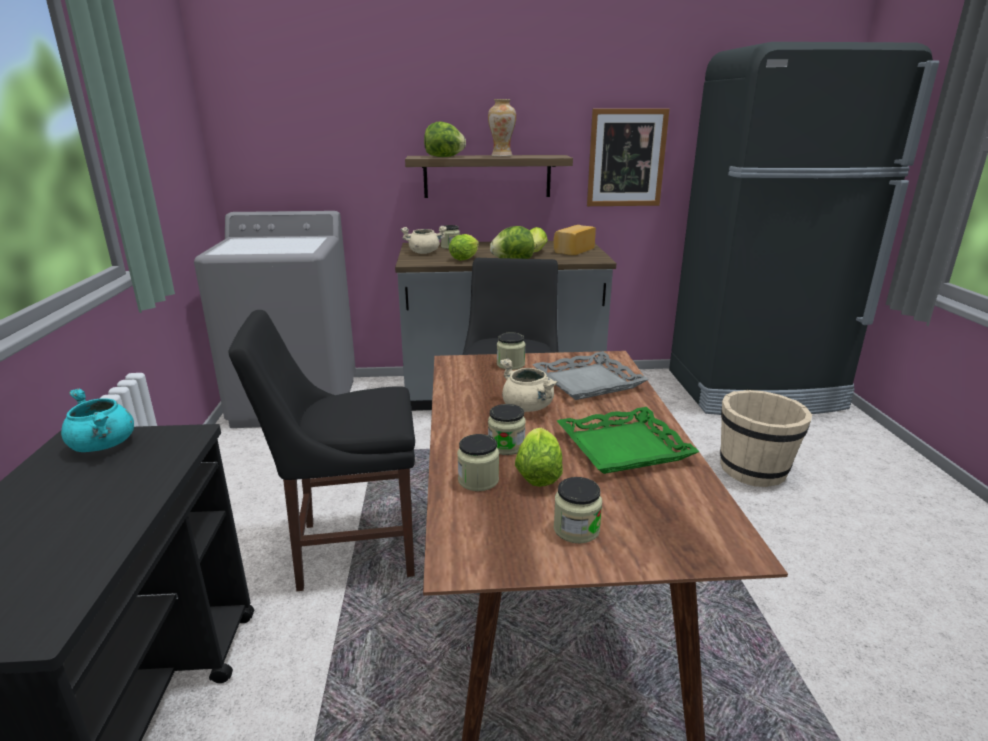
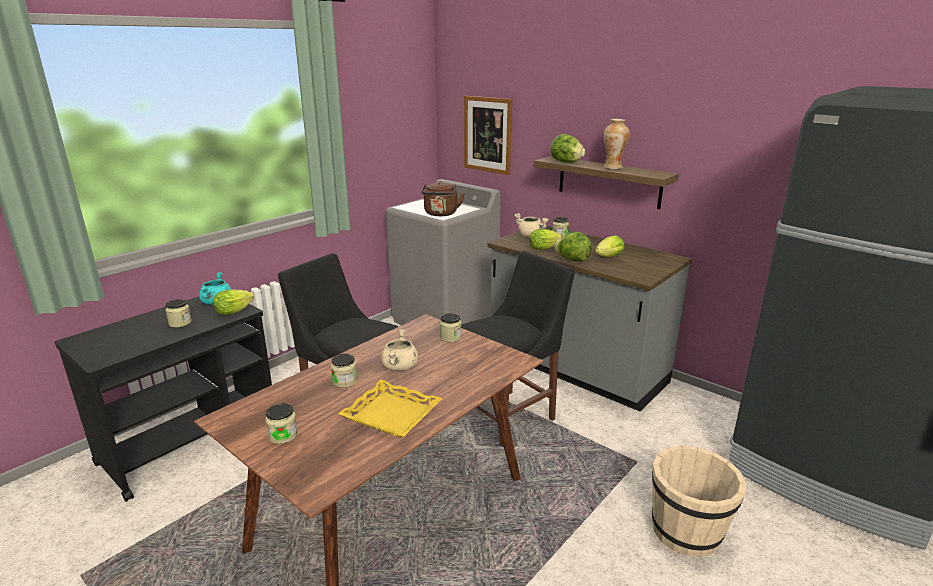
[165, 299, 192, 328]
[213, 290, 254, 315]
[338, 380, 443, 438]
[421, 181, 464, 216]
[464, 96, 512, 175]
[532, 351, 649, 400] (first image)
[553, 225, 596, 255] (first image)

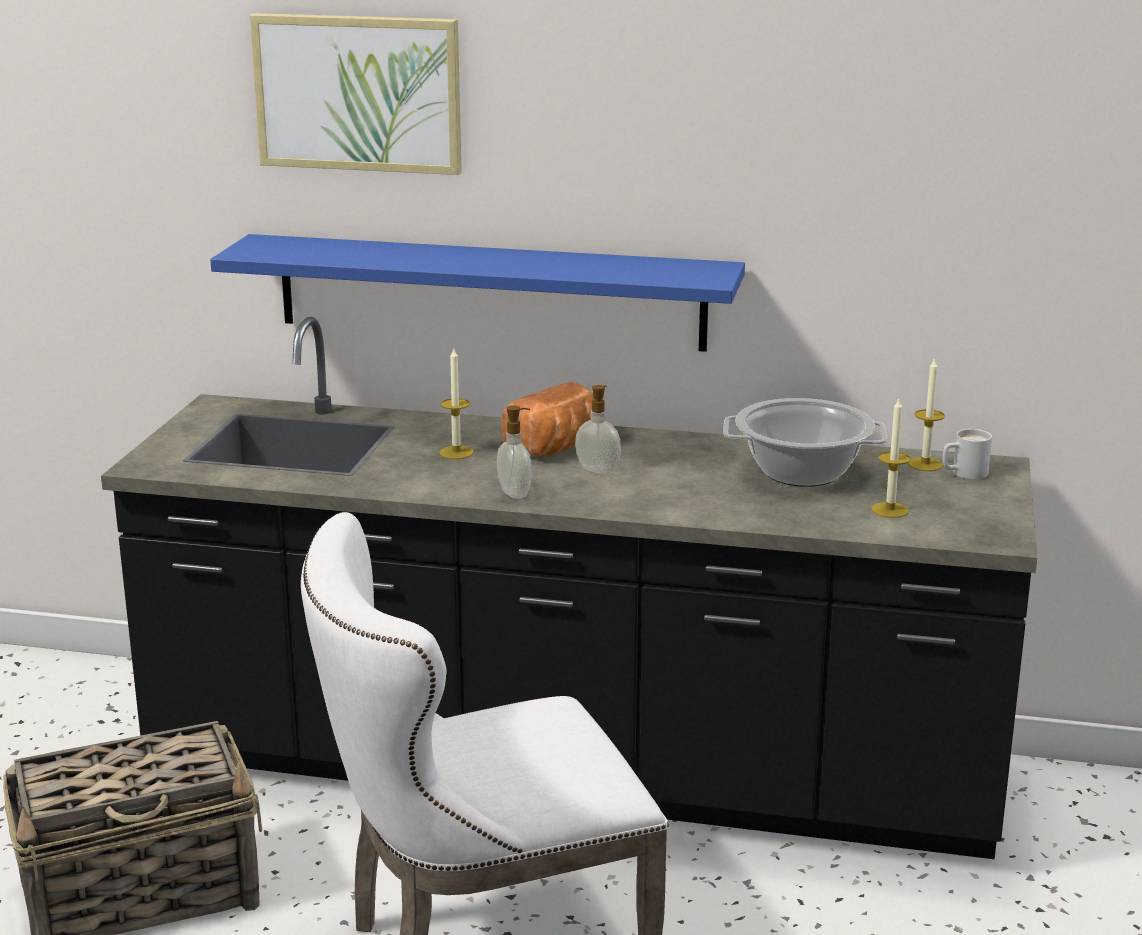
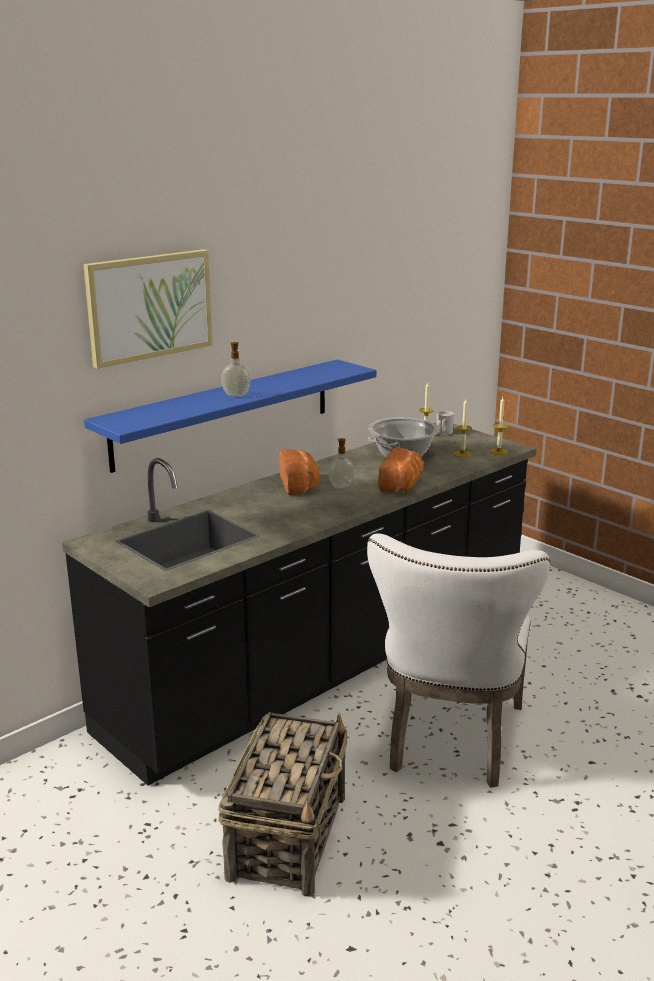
[221, 342, 251, 397]
[378, 447, 424, 493]
[490, 397, 508, 455]

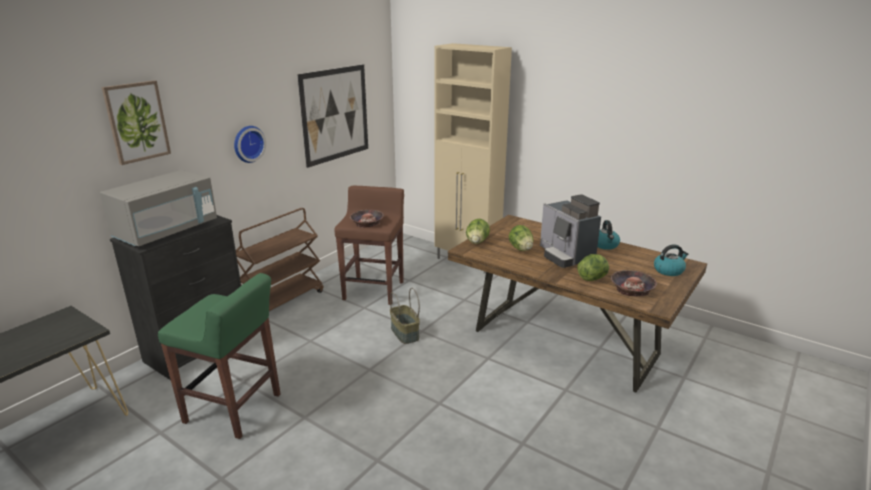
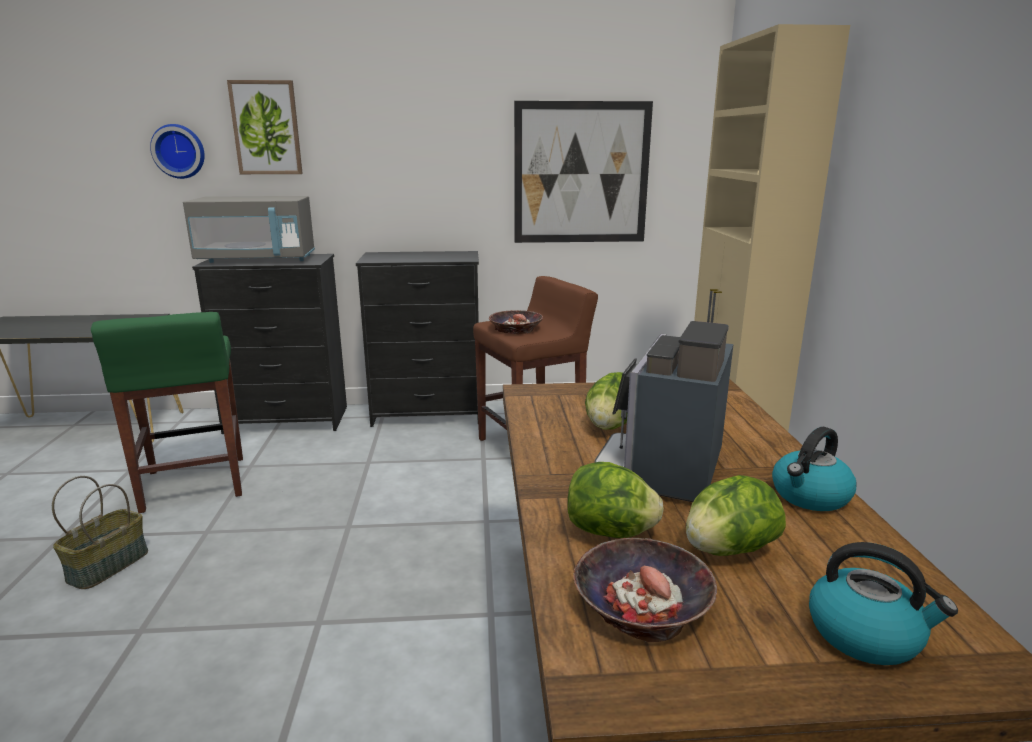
[52, 476, 148, 589]
[150, 124, 205, 179]
[356, 251, 479, 427]
[686, 475, 786, 556]

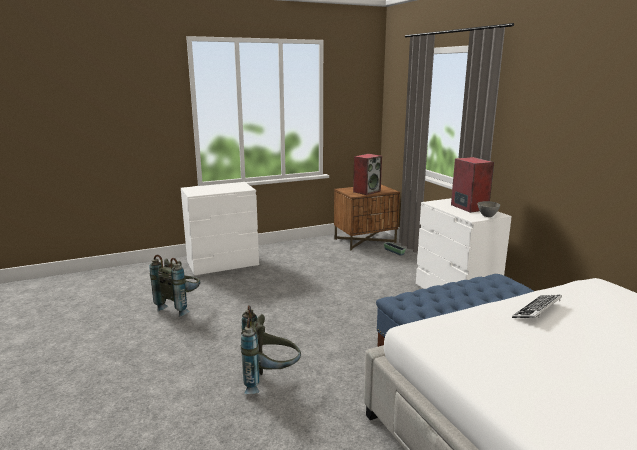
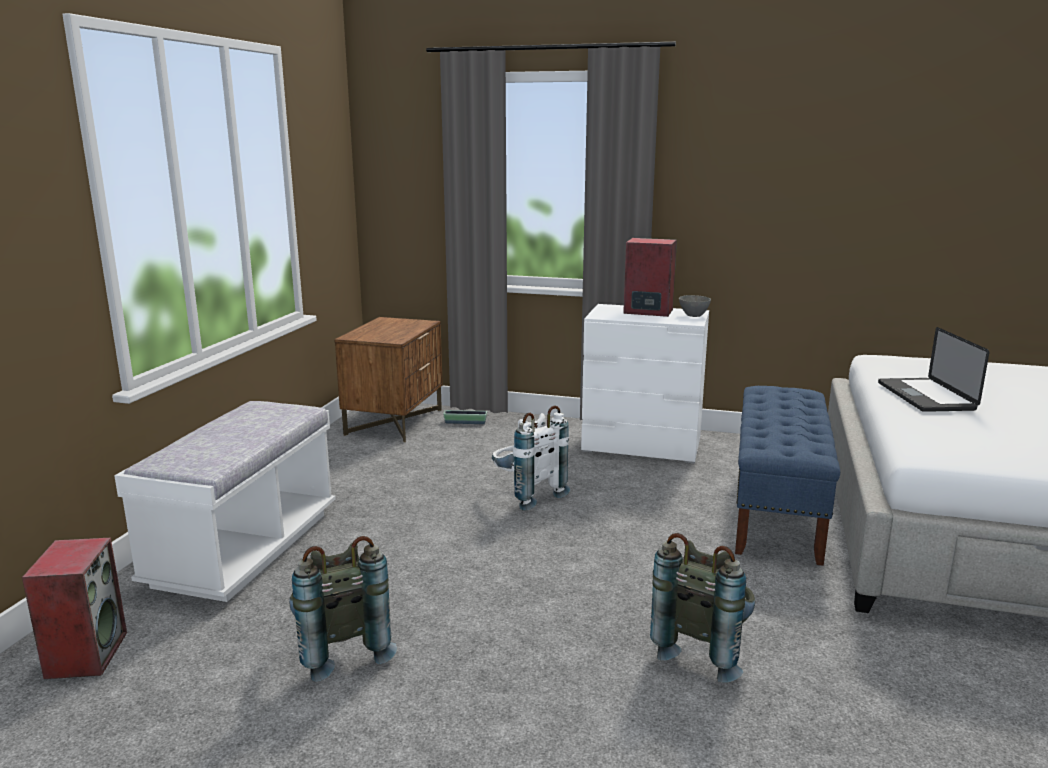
[22, 538, 127, 679]
[114, 401, 336, 602]
[492, 405, 570, 511]
[878, 327, 989, 412]

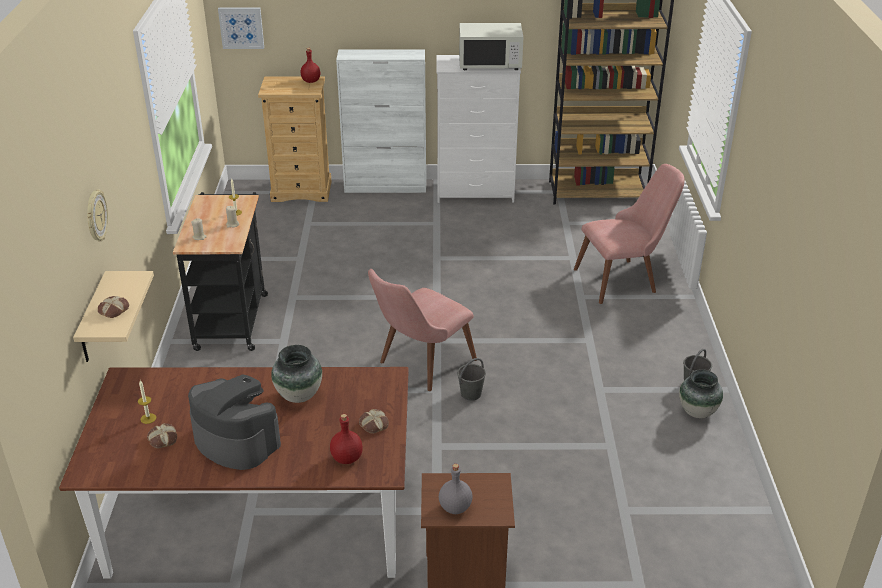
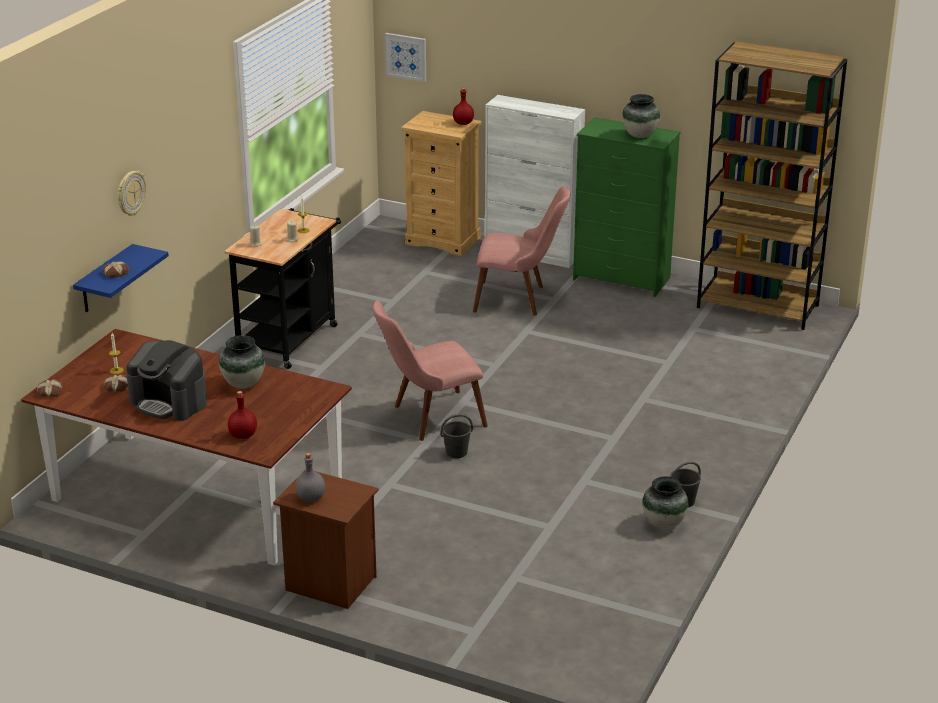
[37, 379, 63, 398]
[73, 244, 169, 312]
[126, 340, 207, 421]
[473, 186, 570, 316]
[573, 117, 681, 297]
[622, 94, 660, 138]

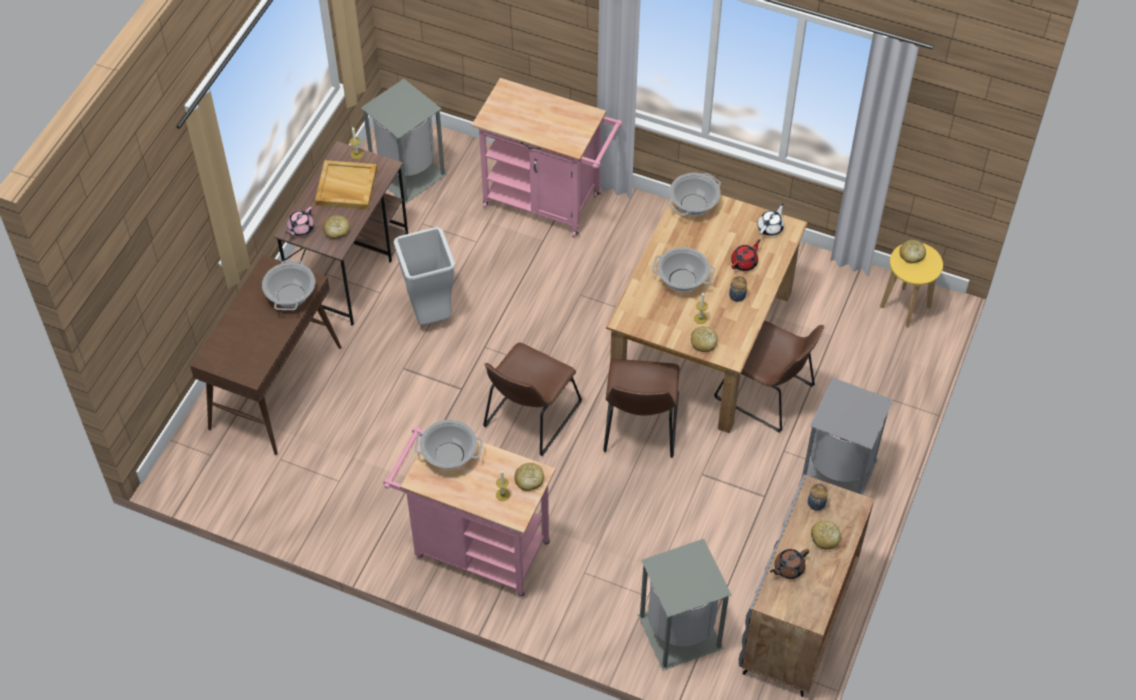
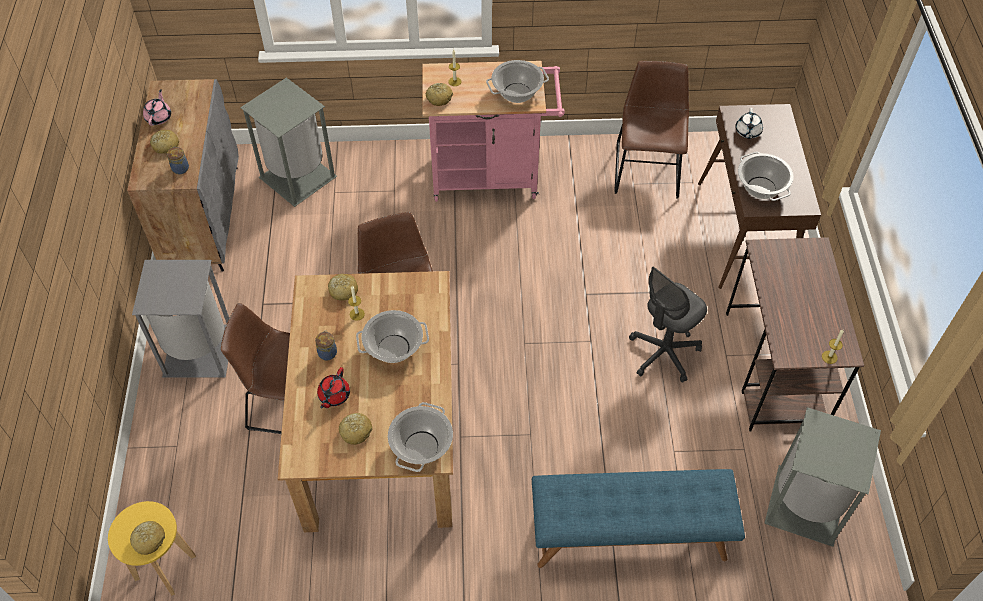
[143, 89, 171, 126]
[339, 413, 372, 445]
[532, 469, 745, 568]
[614, 61, 689, 199]
[629, 267, 707, 383]
[735, 108, 763, 139]
[315, 160, 377, 210] (first image)
[770, 549, 809, 579] (first image)

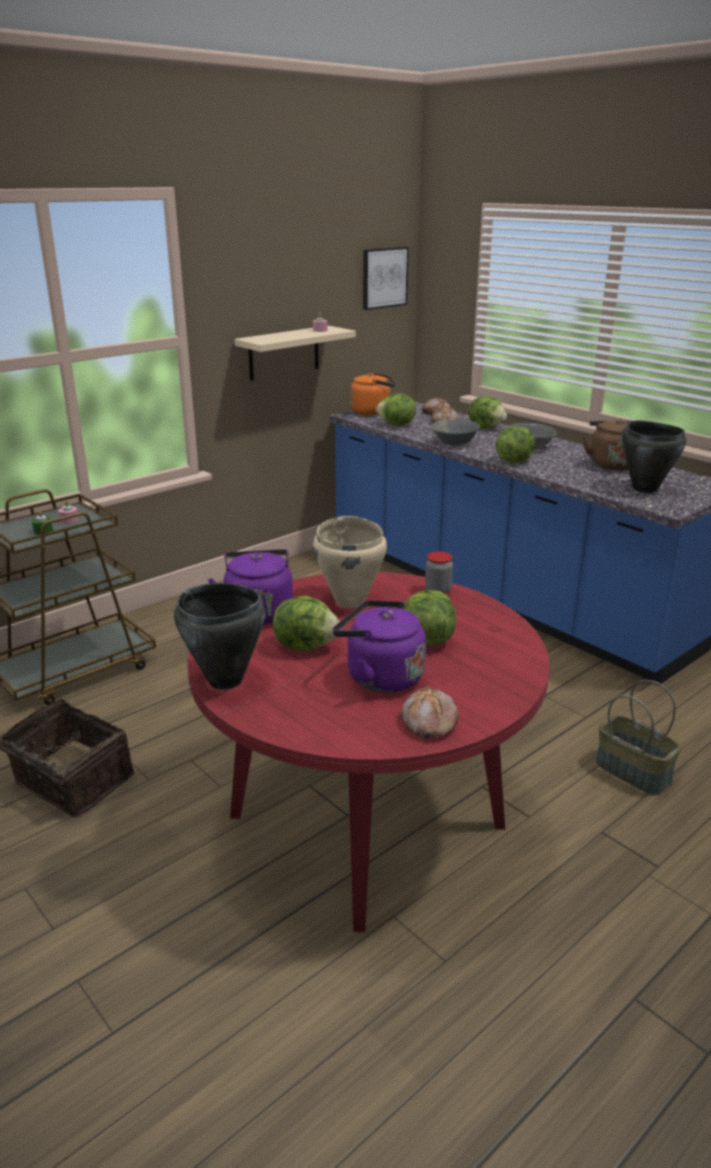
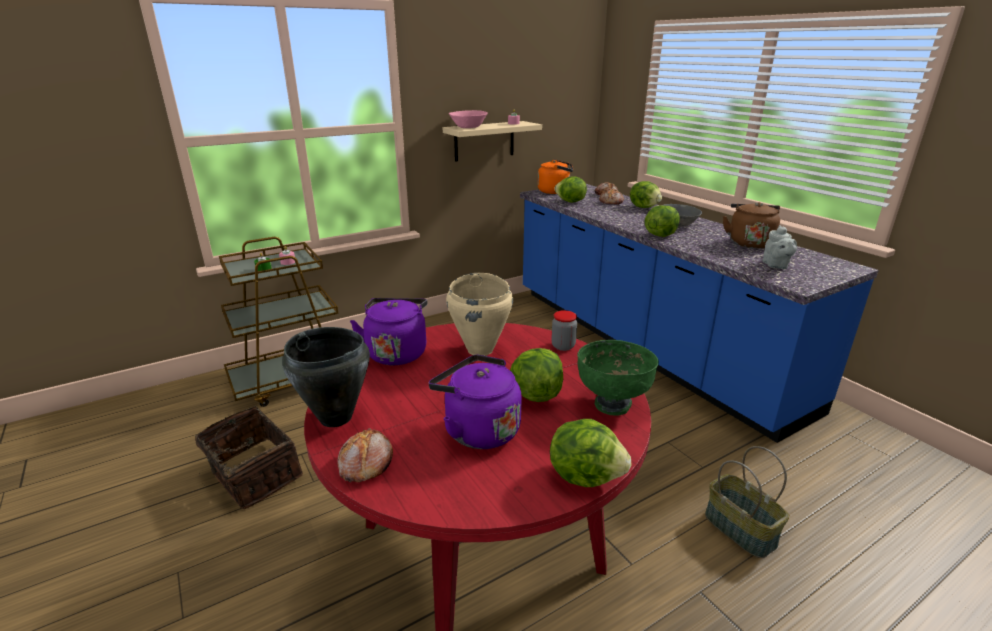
[338, 428, 393, 483]
[449, 110, 488, 128]
[550, 419, 631, 487]
[577, 340, 659, 415]
[762, 225, 797, 269]
[363, 247, 409, 310] (first image)
[431, 420, 480, 445] (first image)

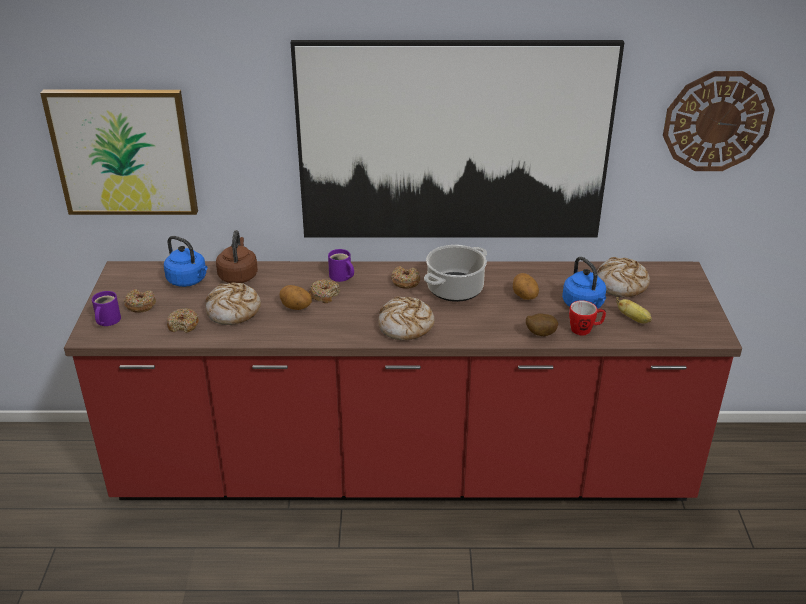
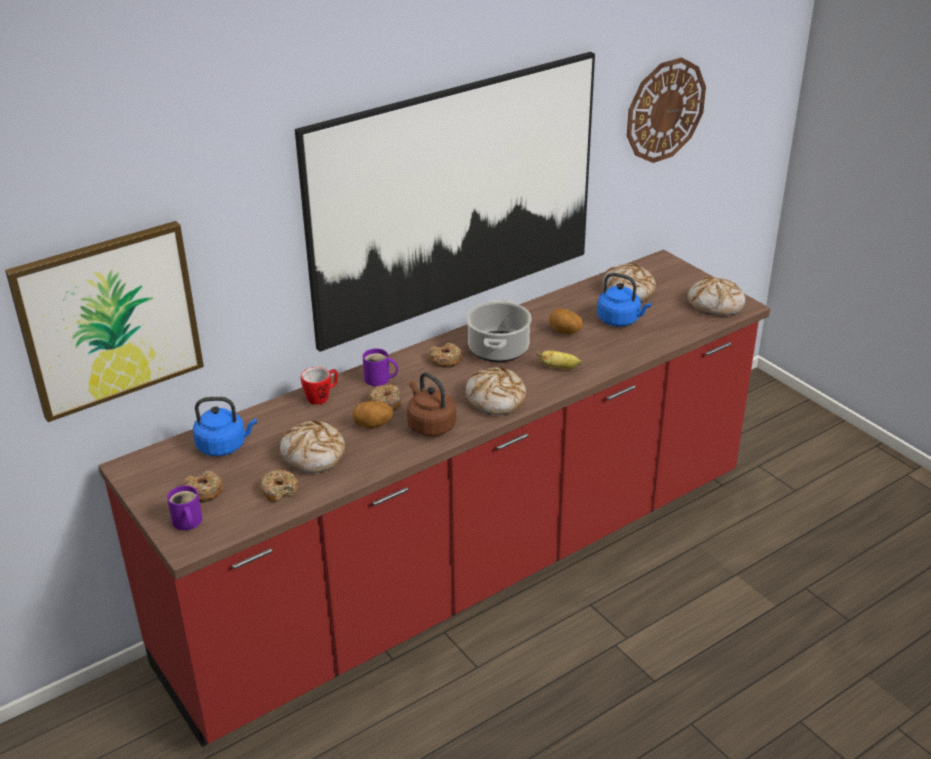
[301, 367, 338, 405]
[407, 372, 456, 436]
[537, 350, 582, 369]
[688, 277, 745, 316]
[526, 313, 558, 336] (first image)

